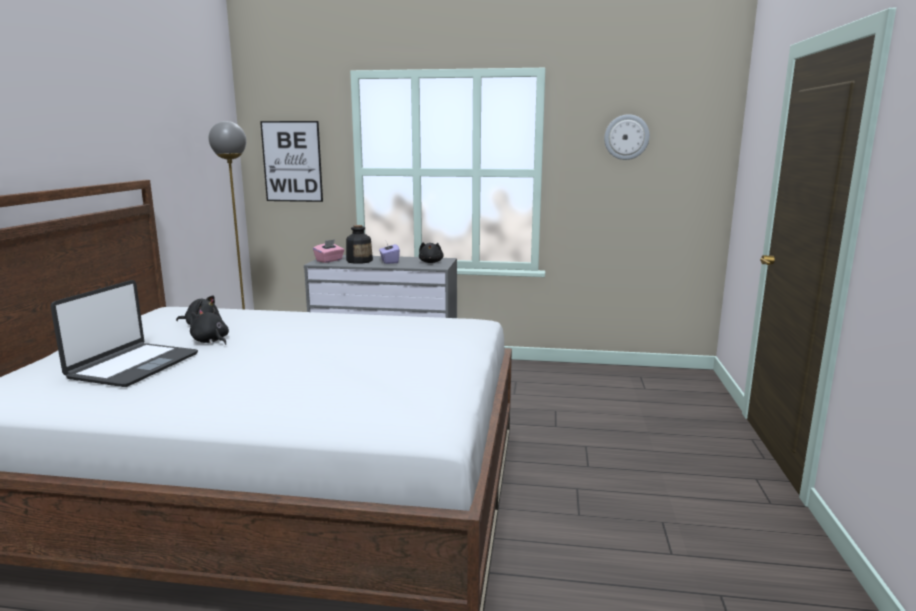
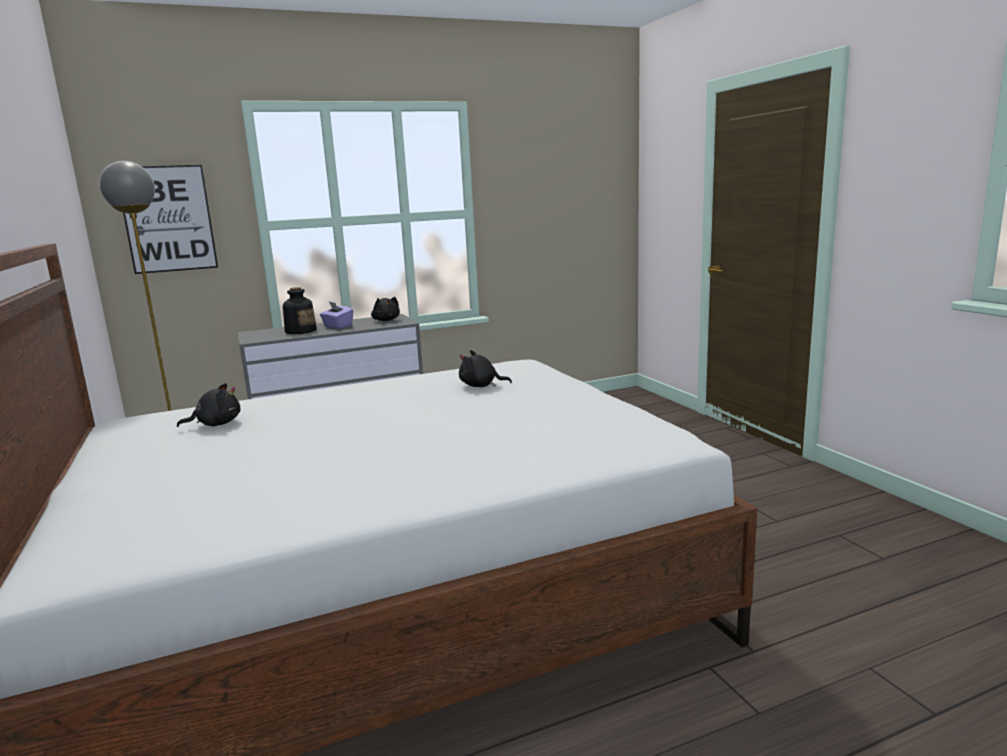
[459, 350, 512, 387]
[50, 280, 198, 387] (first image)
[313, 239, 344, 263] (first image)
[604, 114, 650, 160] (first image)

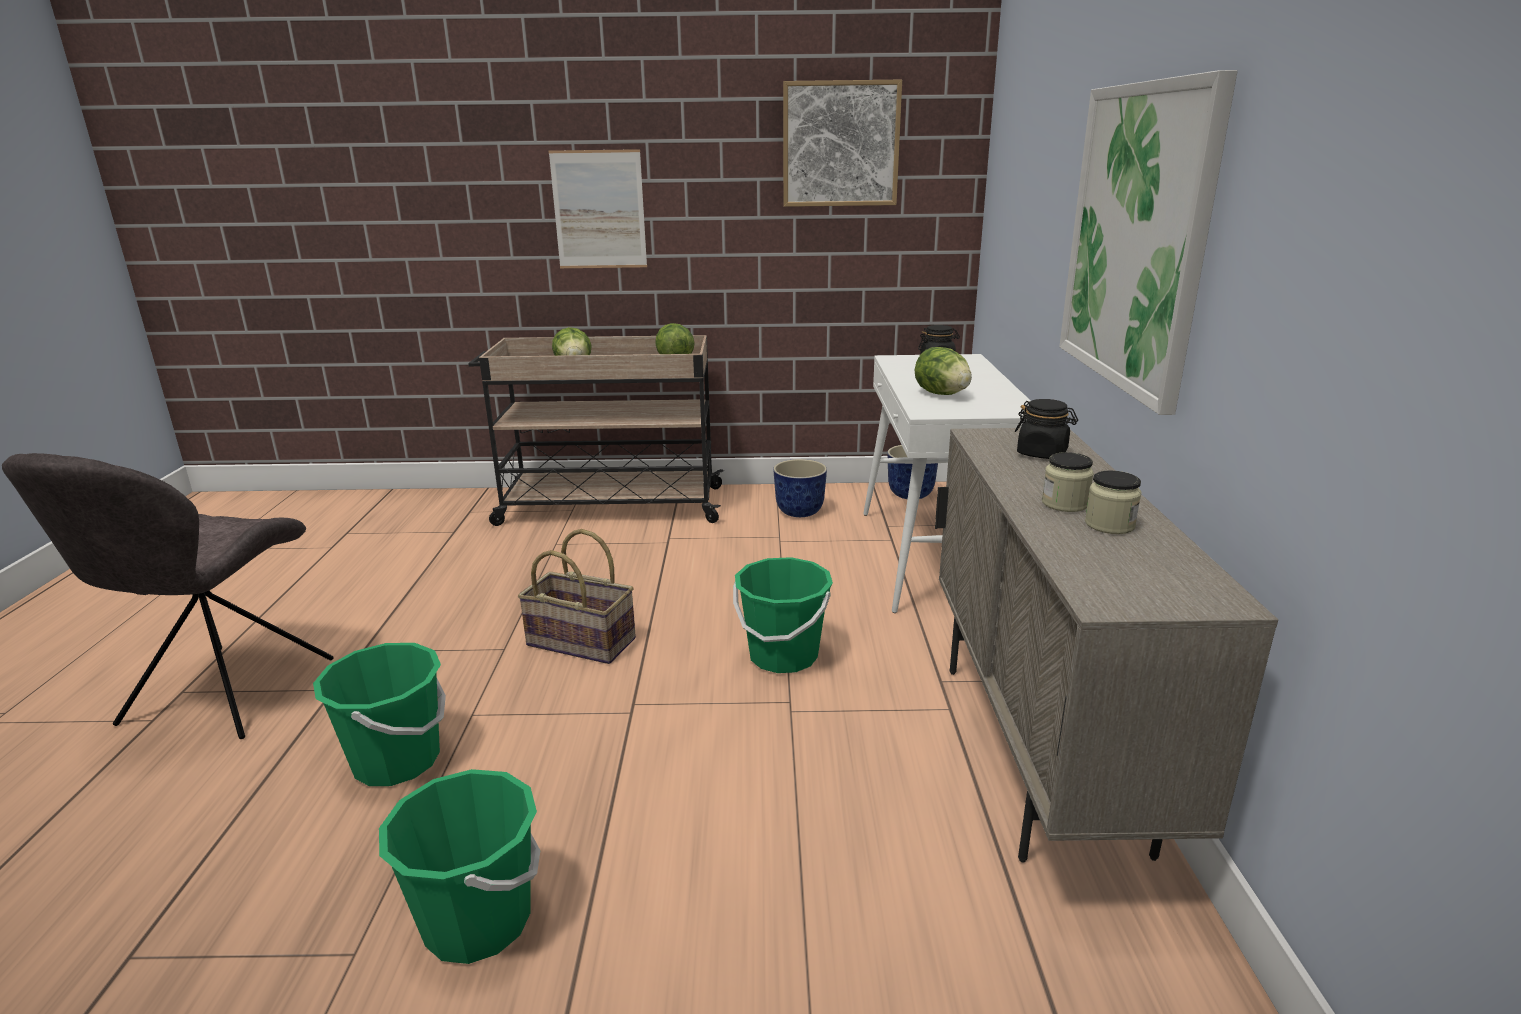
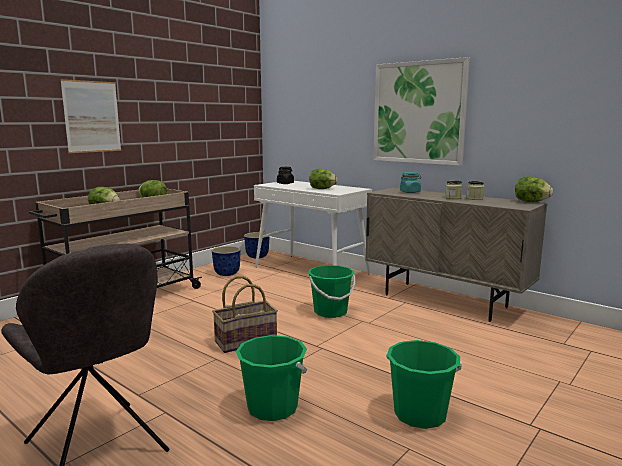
[400, 172, 421, 193]
[515, 177, 553, 202]
[783, 80, 902, 207] (first image)

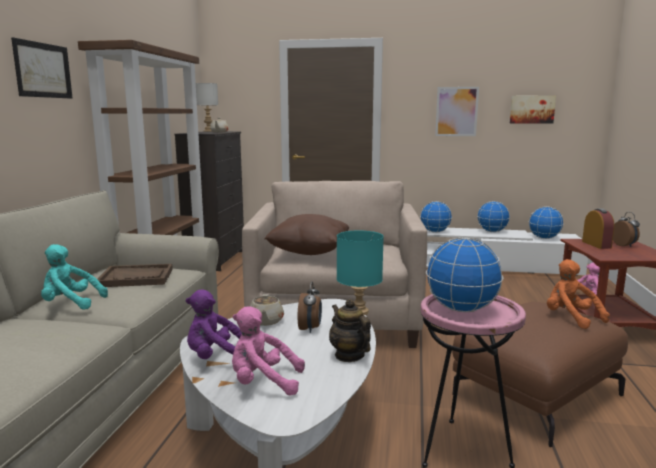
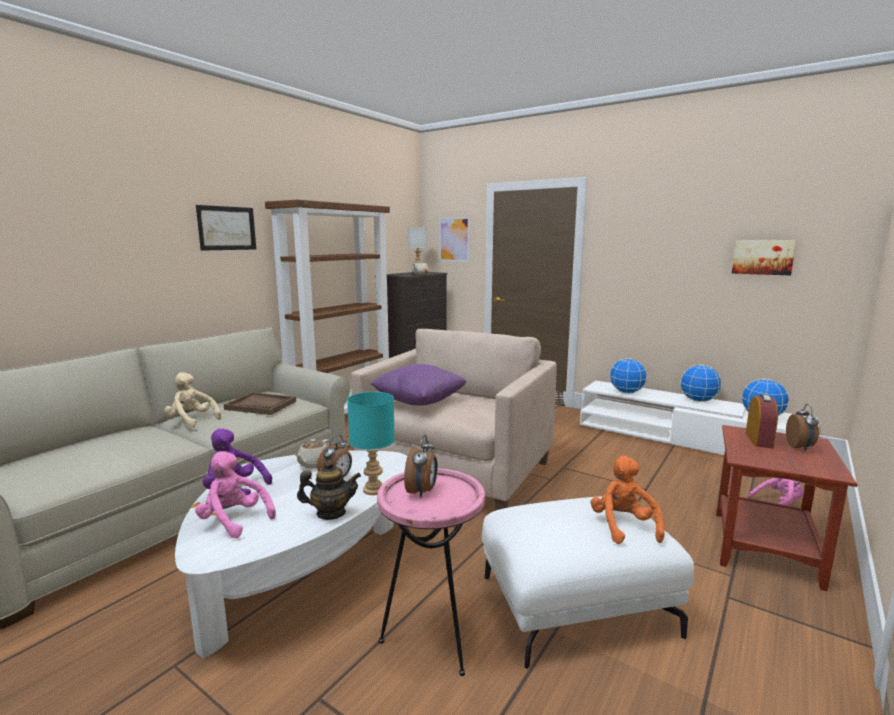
[164, 372, 221, 428]
[297, 460, 361, 520]
[370, 364, 466, 406]
[404, 435, 438, 498]
[439, 217, 470, 262]
[482, 496, 694, 669]

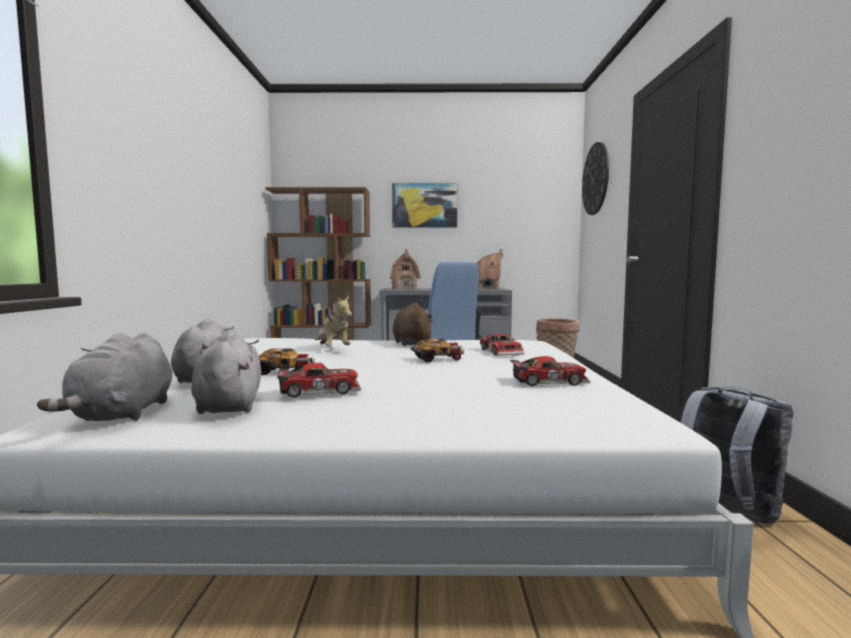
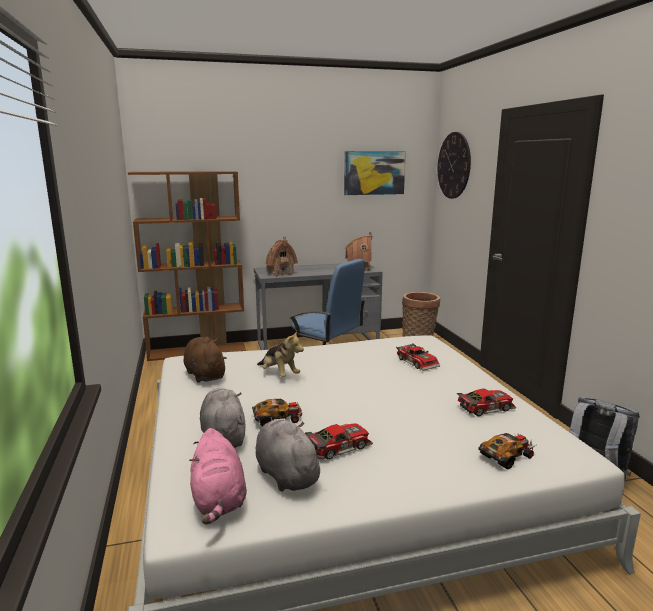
[184, 337, 227, 383]
[189, 428, 247, 525]
[344, 151, 406, 195]
[478, 433, 536, 470]

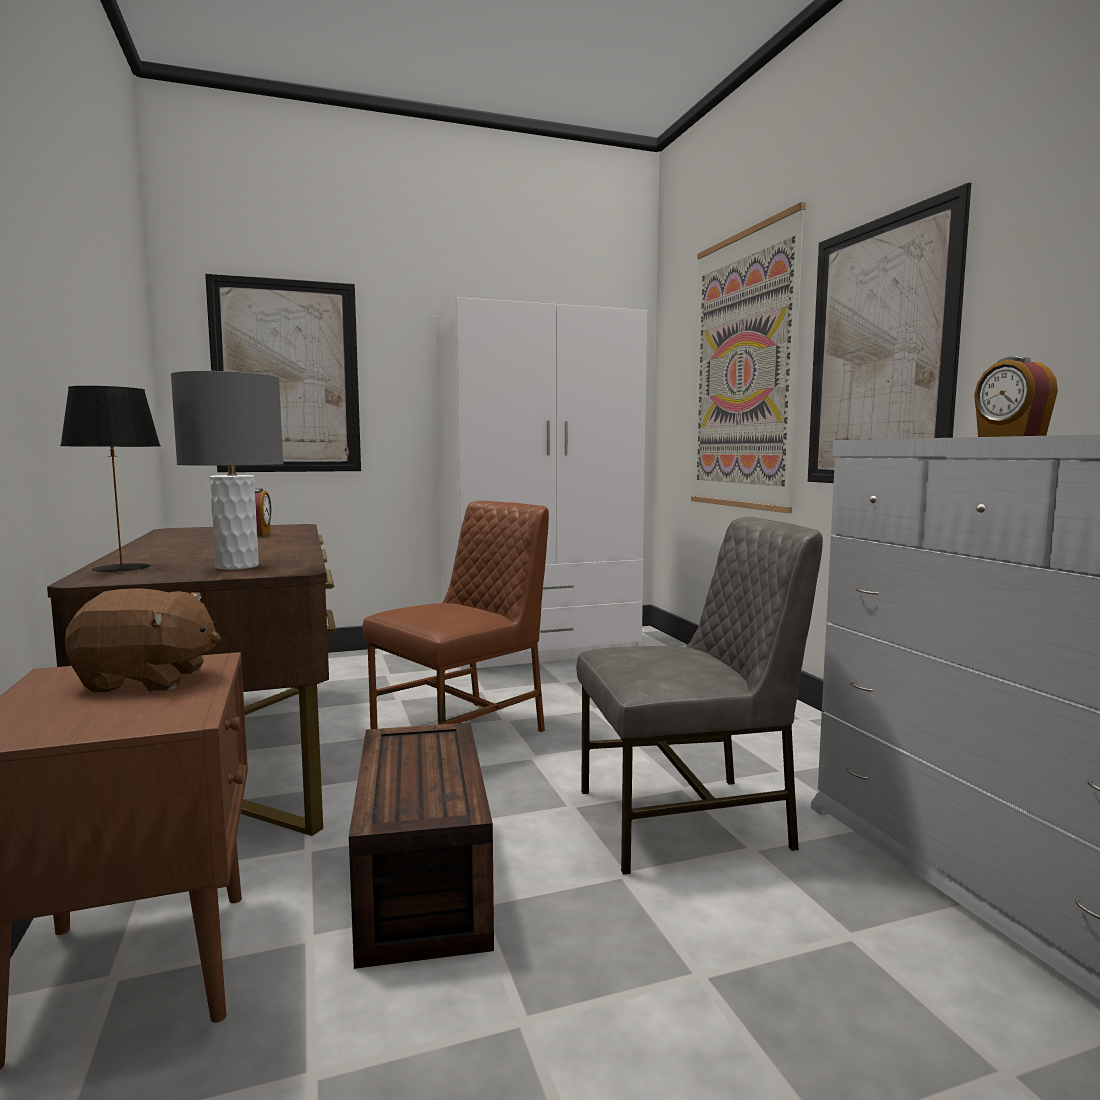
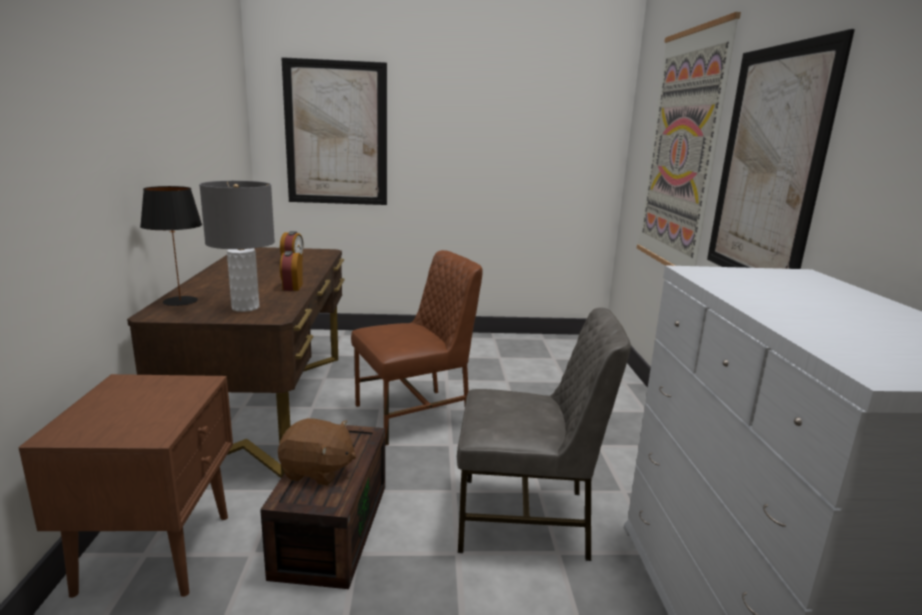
[278, 418, 357, 486]
[280, 251, 303, 291]
[436, 297, 647, 670] (first image)

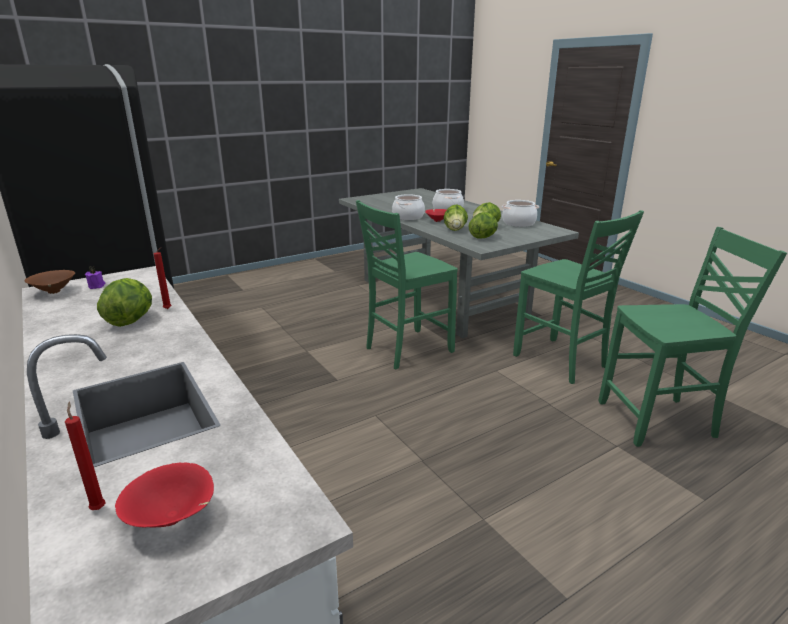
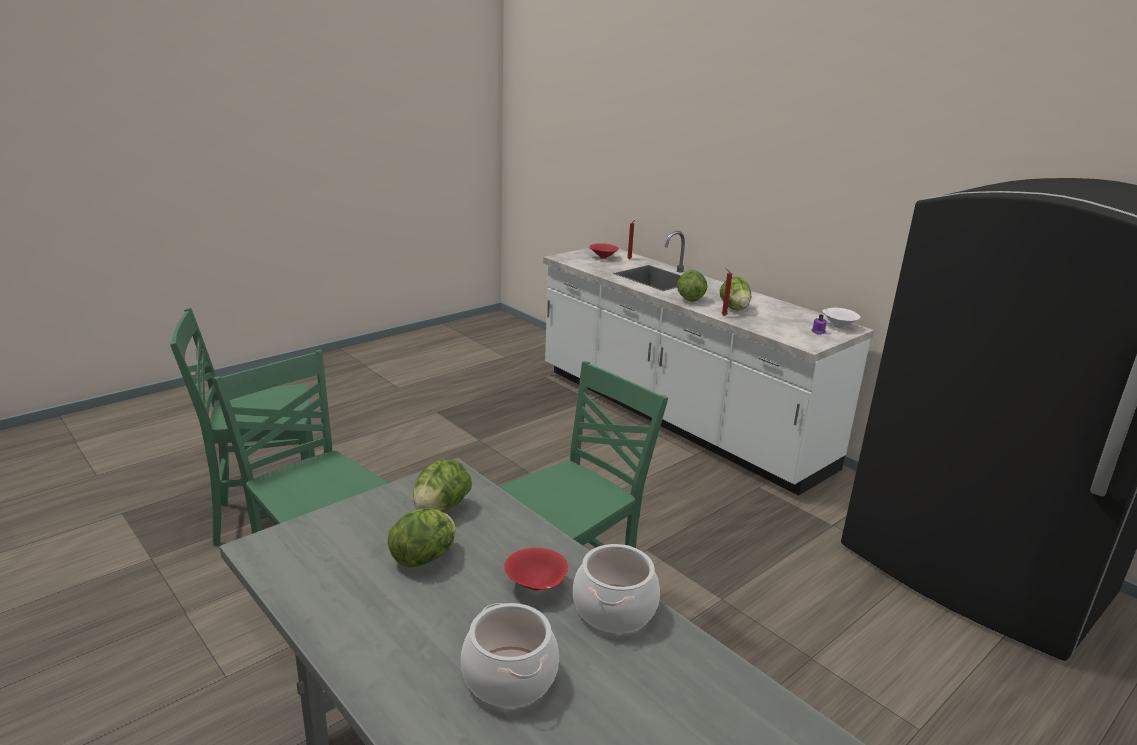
[677, 270, 707, 302]
[822, 308, 860, 328]
[502, 200, 539, 227] (first image)

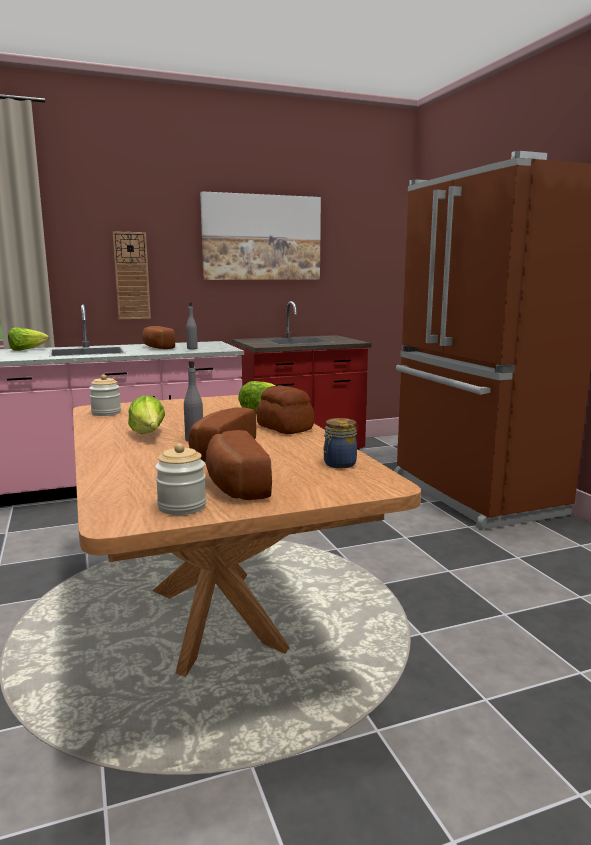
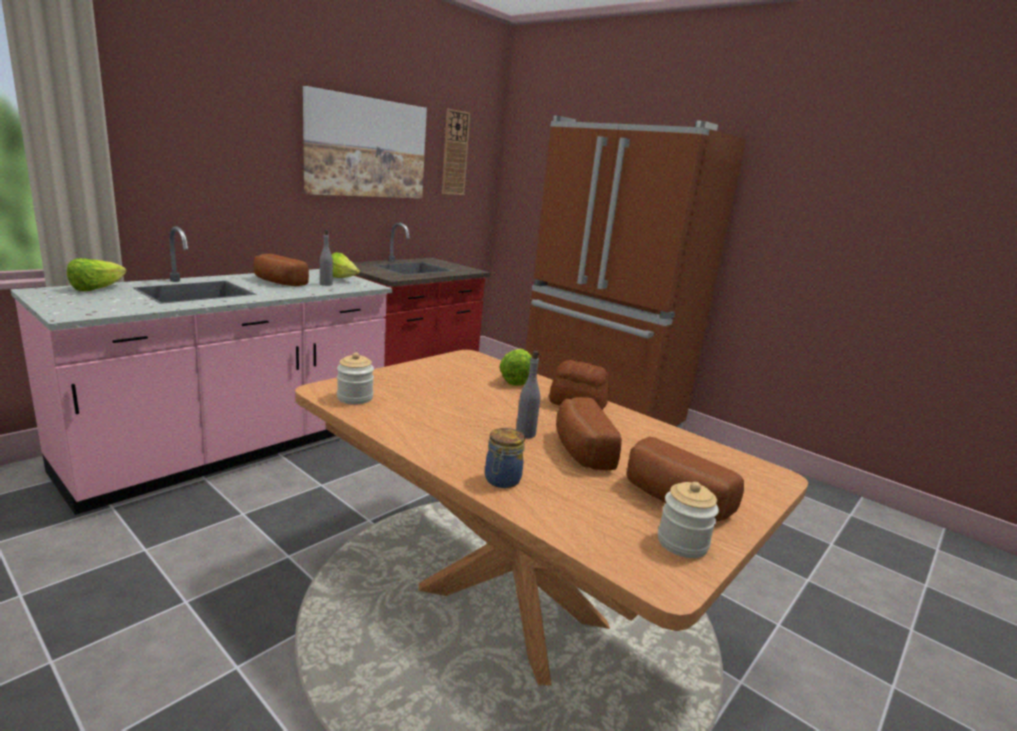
[331, 252, 360, 278]
[442, 109, 470, 195]
[485, 428, 525, 488]

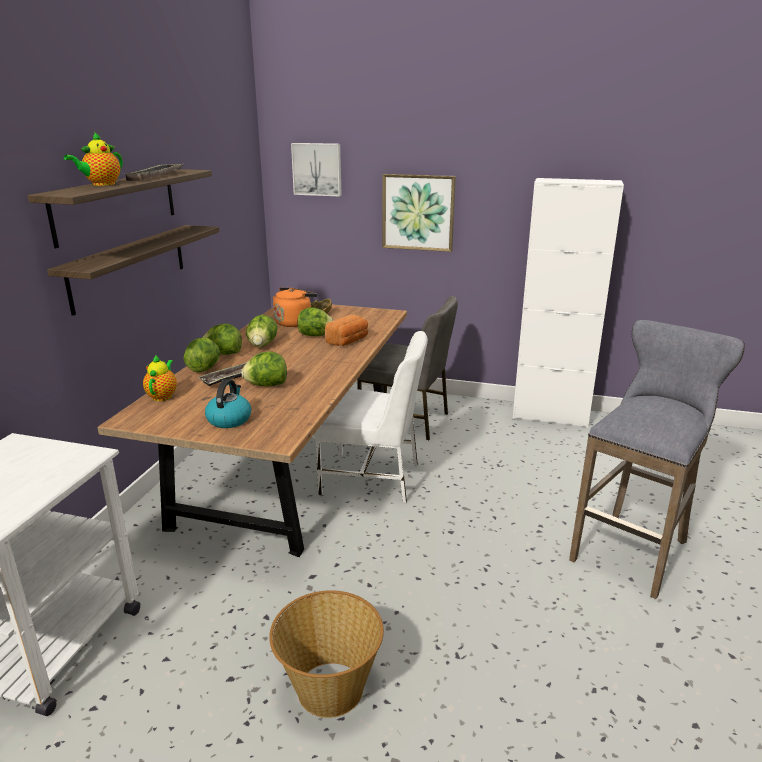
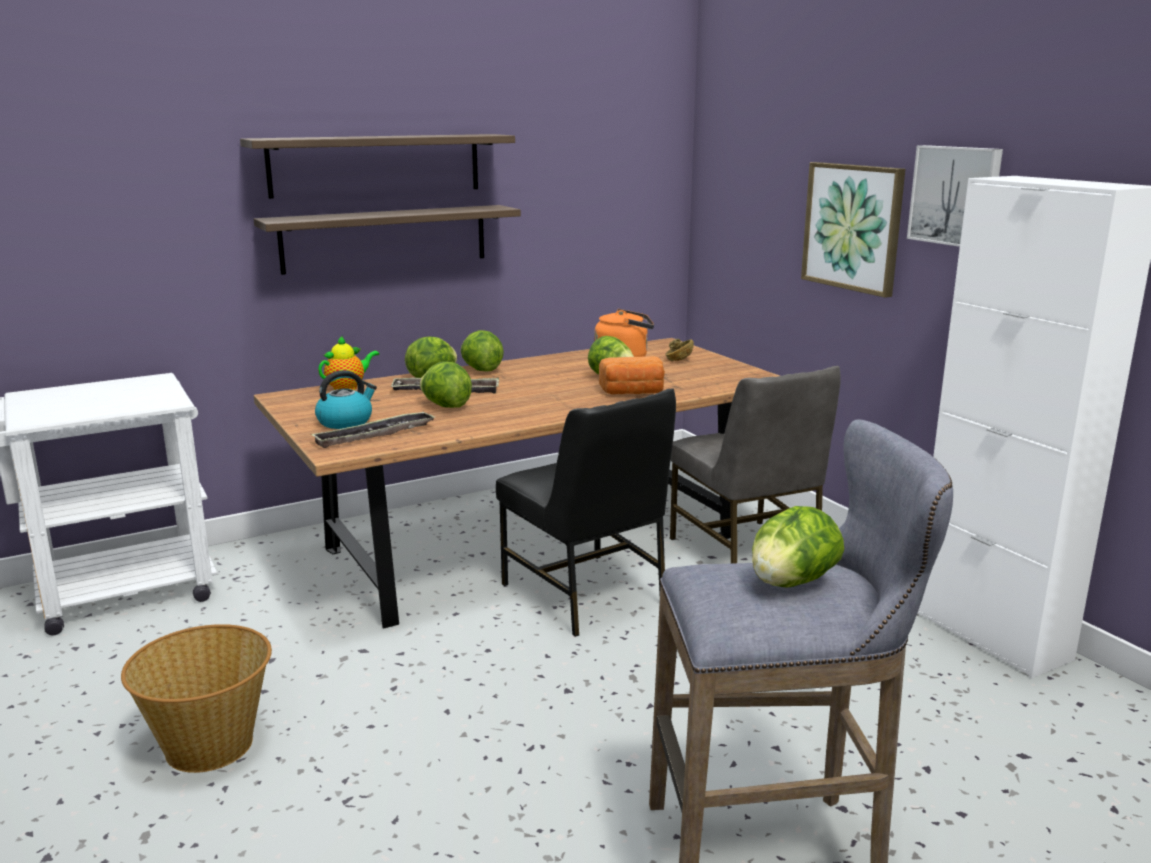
[311, 411, 436, 448]
[496, 388, 676, 637]
[752, 506, 844, 588]
[907, 145, 1003, 247]
[64, 132, 123, 186] (first image)

